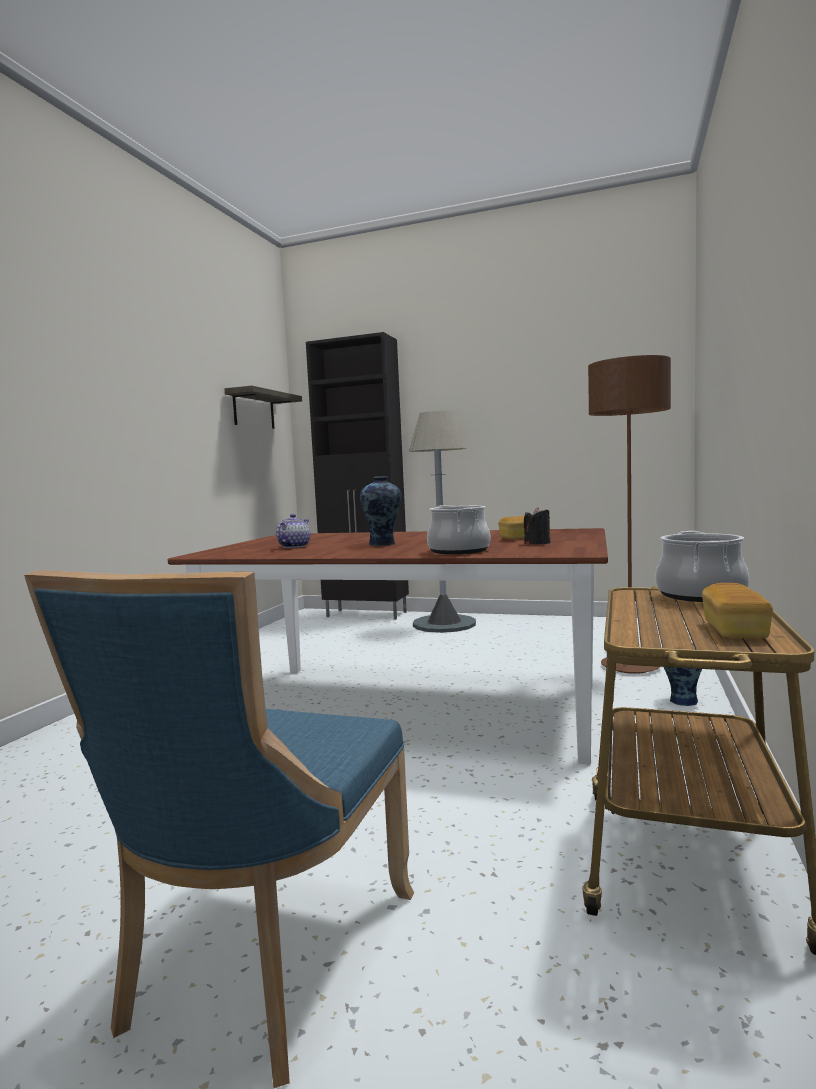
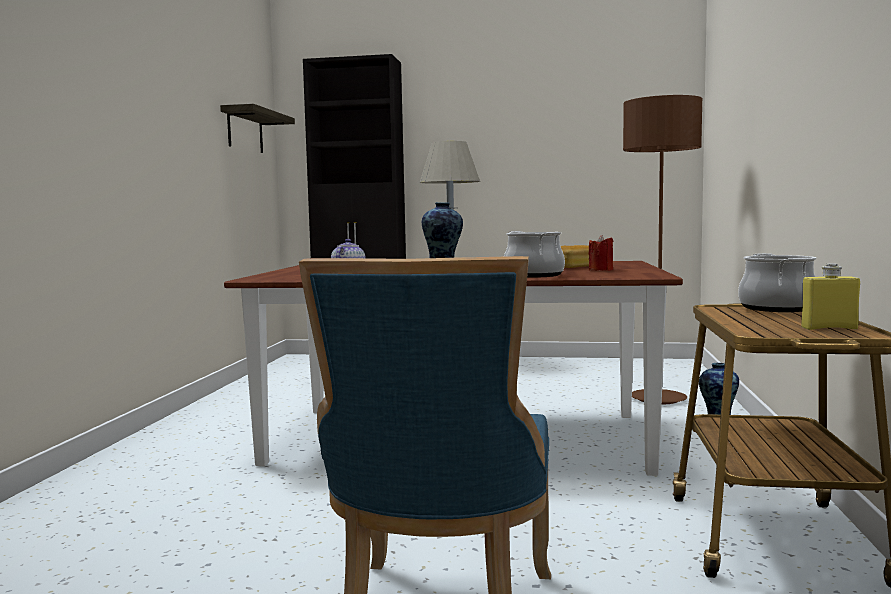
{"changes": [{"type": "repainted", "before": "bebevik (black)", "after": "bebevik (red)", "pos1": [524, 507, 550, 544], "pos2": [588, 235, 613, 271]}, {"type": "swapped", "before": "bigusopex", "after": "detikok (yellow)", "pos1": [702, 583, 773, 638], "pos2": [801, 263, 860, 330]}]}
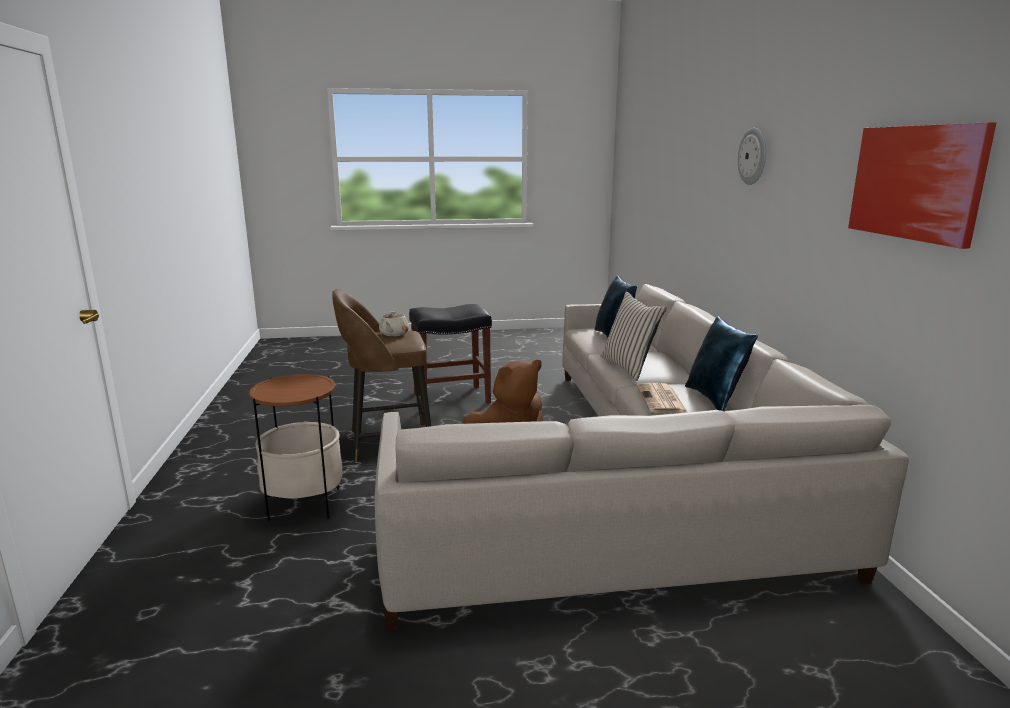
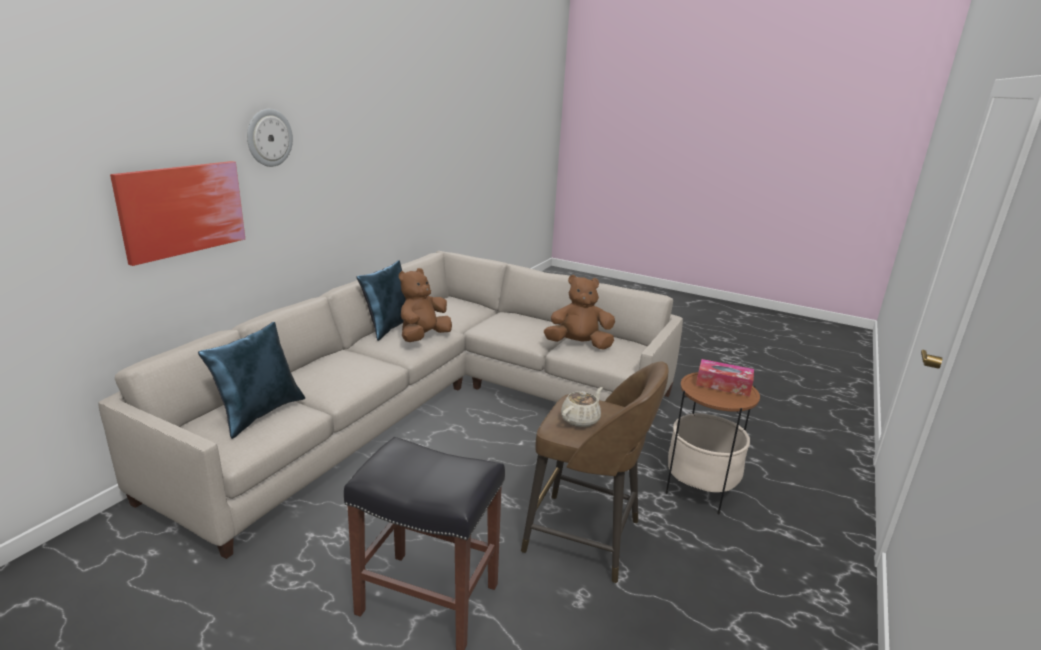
{"changes": [{"type": "shifted", "before": "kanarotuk", "pos1": [848, 122, 996, 249], "pos2": [110, 161, 245, 266]}, {"type": "swapped", "before": "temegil", "after": "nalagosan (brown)", "pos1": [636, 383, 688, 413], "pos2": [399, 268, 452, 342]}, {"type": "new", "after": "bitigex", "pos2": [696, 359, 754, 396]}, {"type": "gone", "before": "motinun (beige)", "pos1": [601, 292, 666, 381]}]}
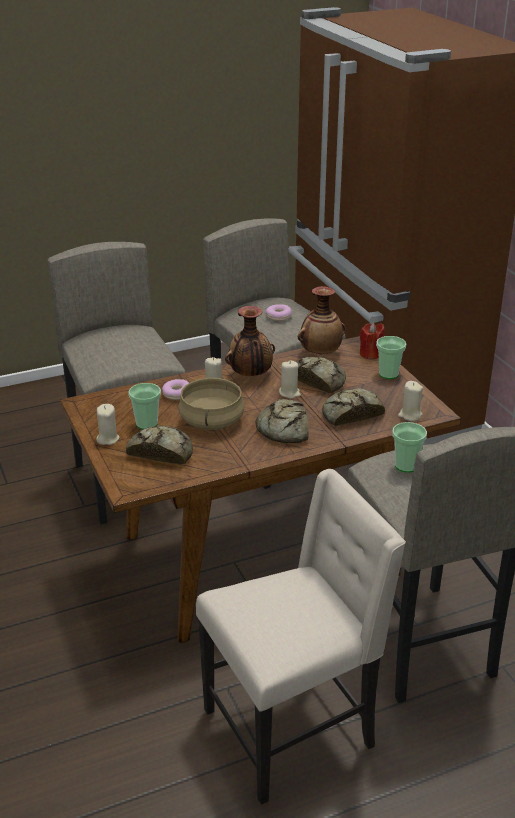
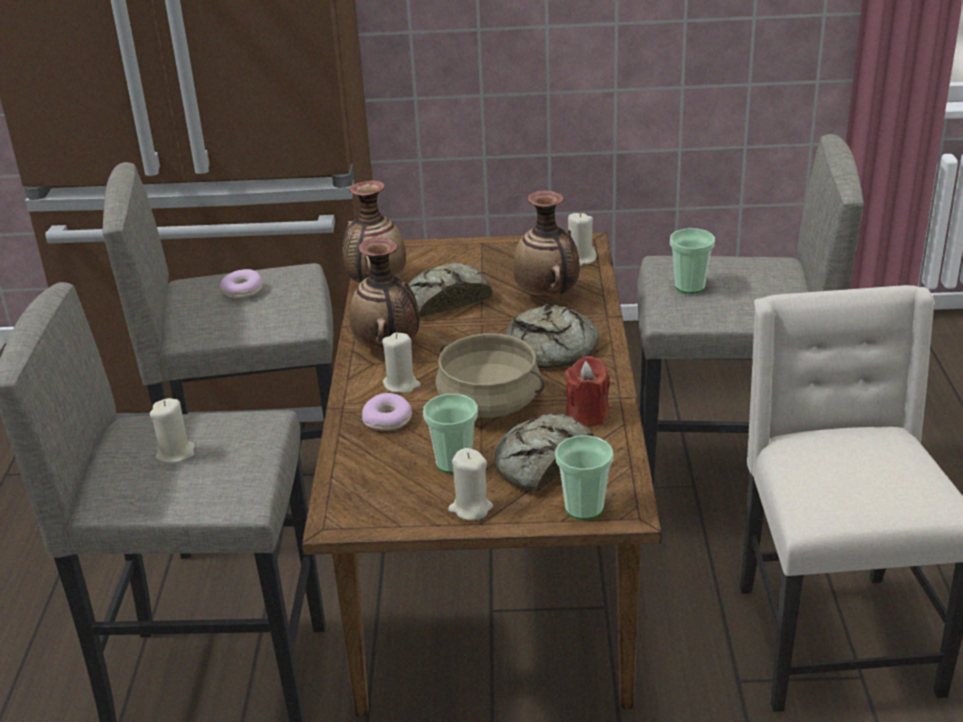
{"changes": [{"type": "shifted", "before": "bebevik (beige)", "pos1": [279, 360, 301, 399], "pos2": [150, 398, 195, 464]}, {"type": "swapped", "before": "bigusopex", "after": "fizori", "pos1": [322, 388, 385, 426], "pos2": [513, 191, 580, 297]}, {"type": "shifted", "before": "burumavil", "pos1": [376, 336, 406, 379], "pos2": [555, 435, 613, 520]}, {"type": "shifted", "before": "bebevik (red)", "pos1": [360, 323, 385, 359], "pos2": [565, 356, 610, 427]}]}
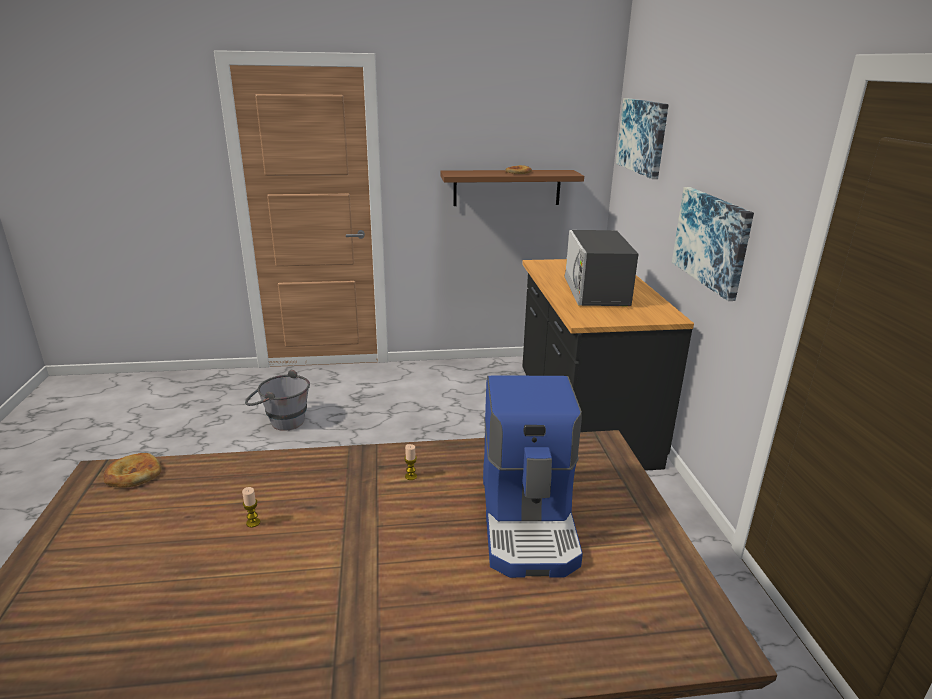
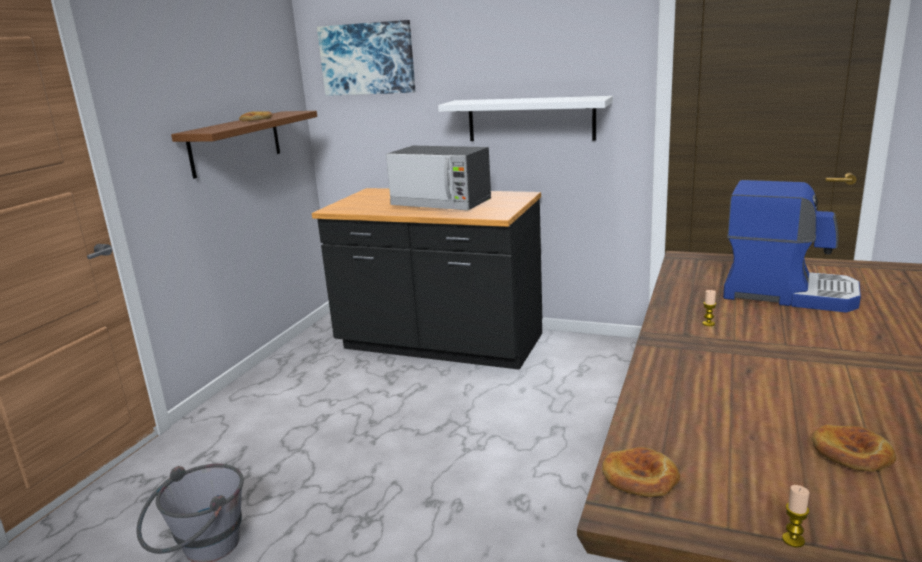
{"changes": [{"type": "swapped", "before": "kanarotuk", "after": "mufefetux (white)", "pos1": [672, 187, 754, 301], "pos2": [438, 96, 613, 141]}, {"type": "shifted", "before": "bebevik", "pos1": [242, 487, 260, 528], "pos2": [782, 485, 809, 548]}, {"type": "new", "after": "bigusopex", "pos2": [812, 425, 897, 472]}]}
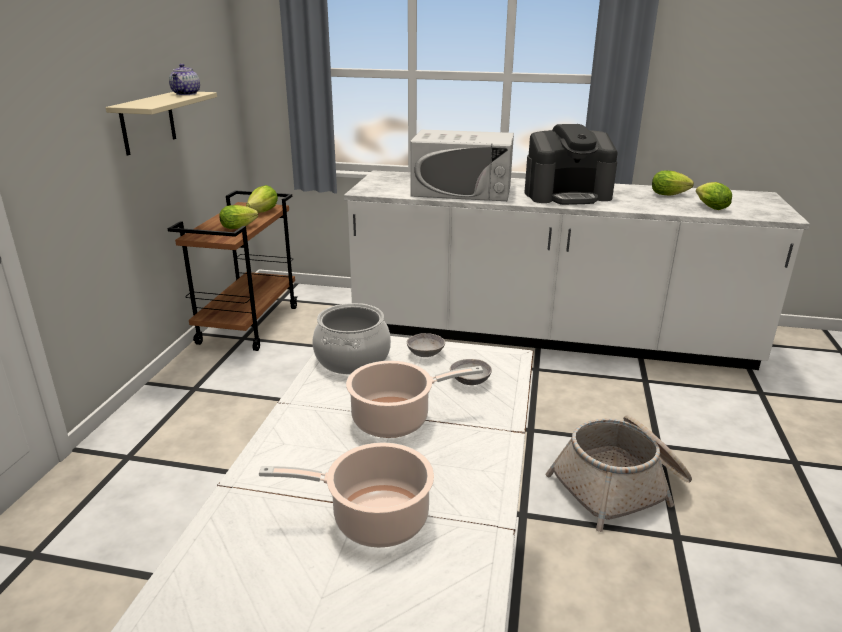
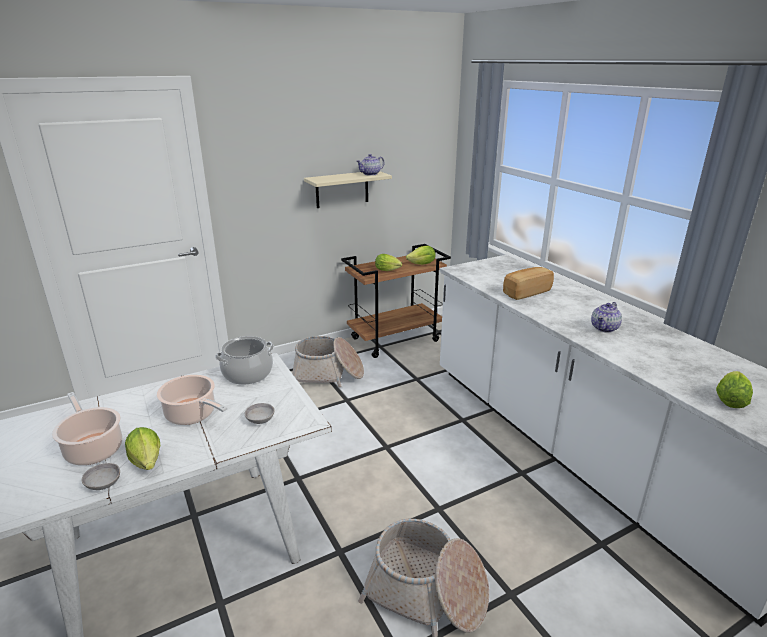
{"changes": [{"type": "shifted", "before": "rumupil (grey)", "pos1": [407, 333, 445, 357], "pos2": [82, 463, 120, 490]}, {"type": "shifted", "before": "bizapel", "pos1": [652, 170, 694, 196], "pos2": [125, 427, 160, 470]}, {"type": "new", "after": "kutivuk", "pos2": [292, 336, 364, 387]}, {"type": "swapped", "before": "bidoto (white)", "after": "bigusopex", "pos1": [410, 129, 514, 201], "pos2": [503, 267, 554, 300]}, {"type": "swapped", "before": "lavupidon", "after": "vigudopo", "pos1": [524, 124, 618, 205], "pos2": [591, 302, 622, 333]}]}
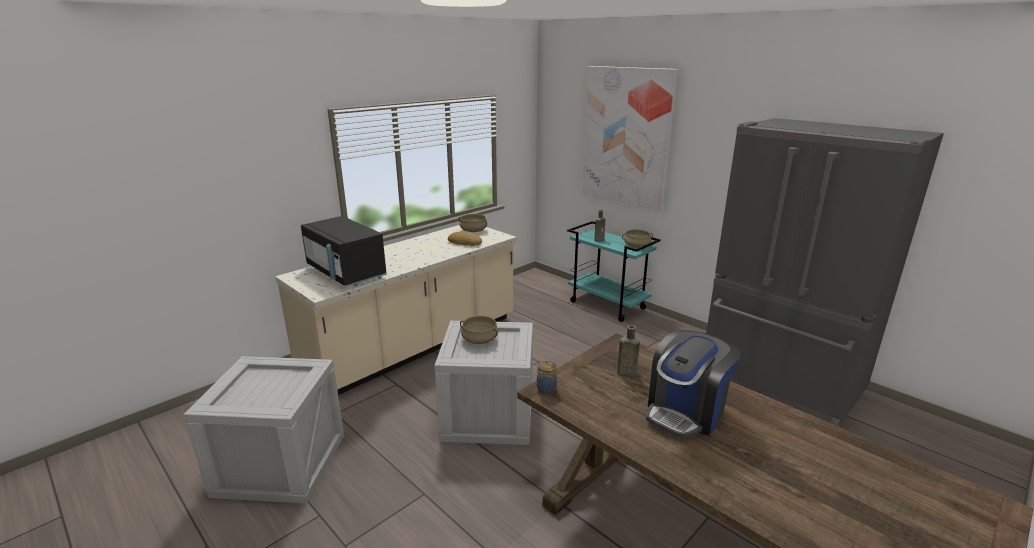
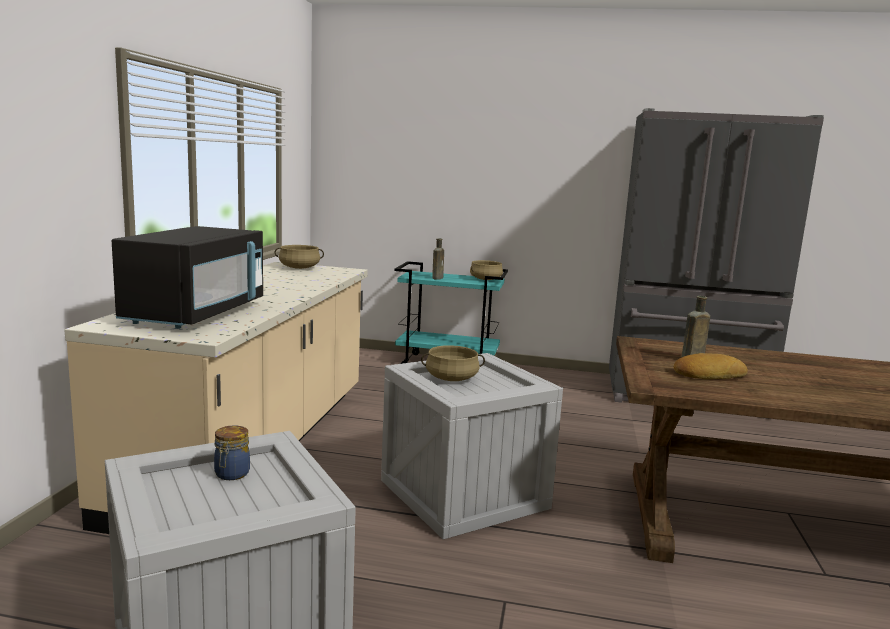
{"changes": [{"type": "rotated", "before": "bidoto (black)", "pos1": [301, 216, 387, 286], "pos2": [112, 226, 263, 329], "turn": -90}, {"type": "shifted", "before": "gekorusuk", "pos1": [537, 361, 557, 393], "pos2": [214, 425, 250, 480]}, {"type": "shifted", "before": "bigusopex", "pos1": [448, 232, 482, 246], "pos2": [674, 353, 748, 379]}, {"type": "gone", "before": "kanarotuk", "pos1": [582, 66, 678, 211]}, {"type": "gone", "before": "lavupidon", "pos1": [646, 330, 741, 439]}]}
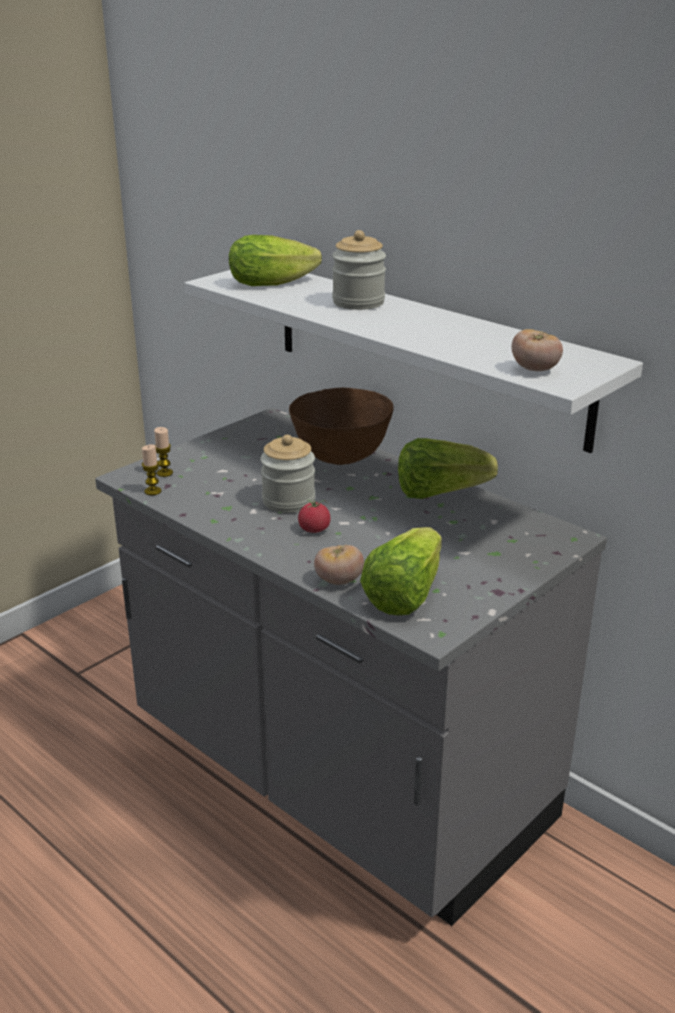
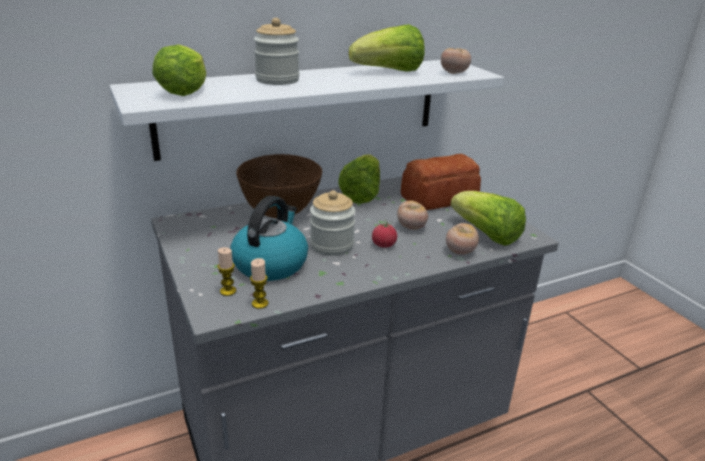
{"changes": [{"type": "new", "after": "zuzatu", "pos2": [230, 196, 308, 281]}, {"type": "new", "after": "bizapel", "pos2": [349, 24, 425, 72]}, {"type": "new", "after": "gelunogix", "pos2": [397, 200, 428, 230]}, {"type": "new", "after": "bigusopex", "pos2": [401, 154, 481, 210]}]}
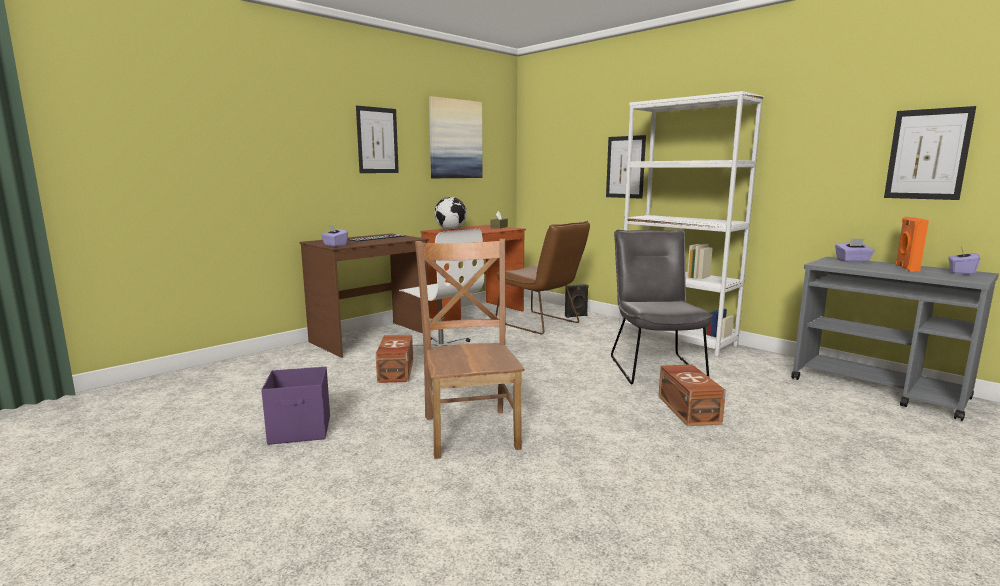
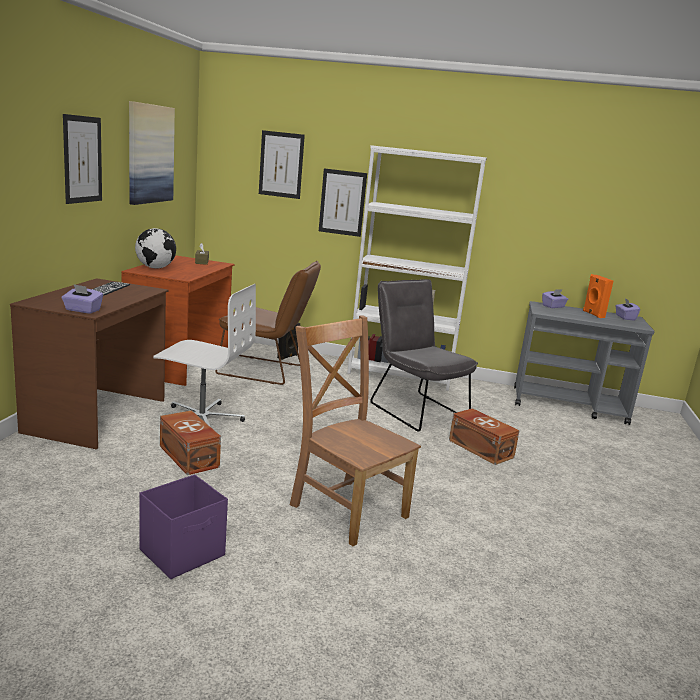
{"changes": [{"type": "shifted", "before": "kanarotuk", "pos1": [884, 106, 976, 200], "pos2": [259, 130, 305, 199]}]}
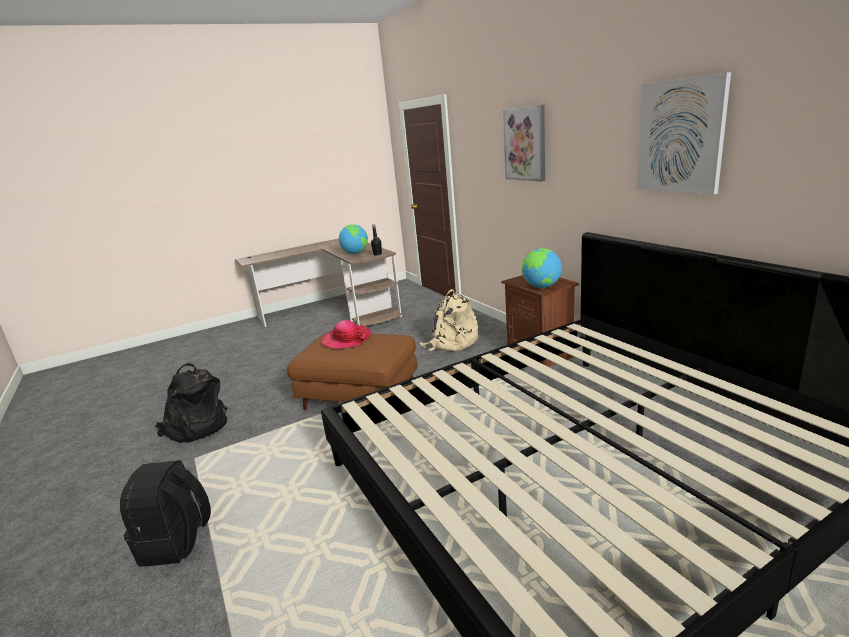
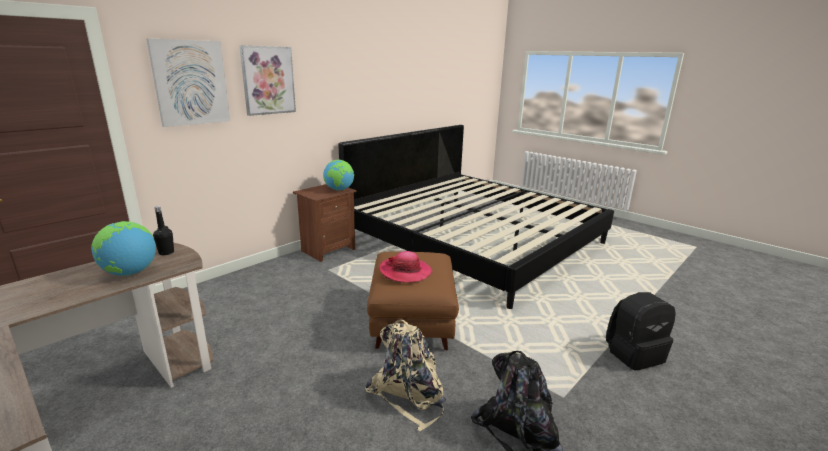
{"changes": [{"type": "shifted", "before": "kanarotuk", "pos1": [637, 72, 731, 195], "pos2": [146, 38, 230, 127]}, {"type": "shifted", "before": "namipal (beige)", "pos1": [419, 289, 478, 351], "pos2": [365, 320, 446, 432]}]}
